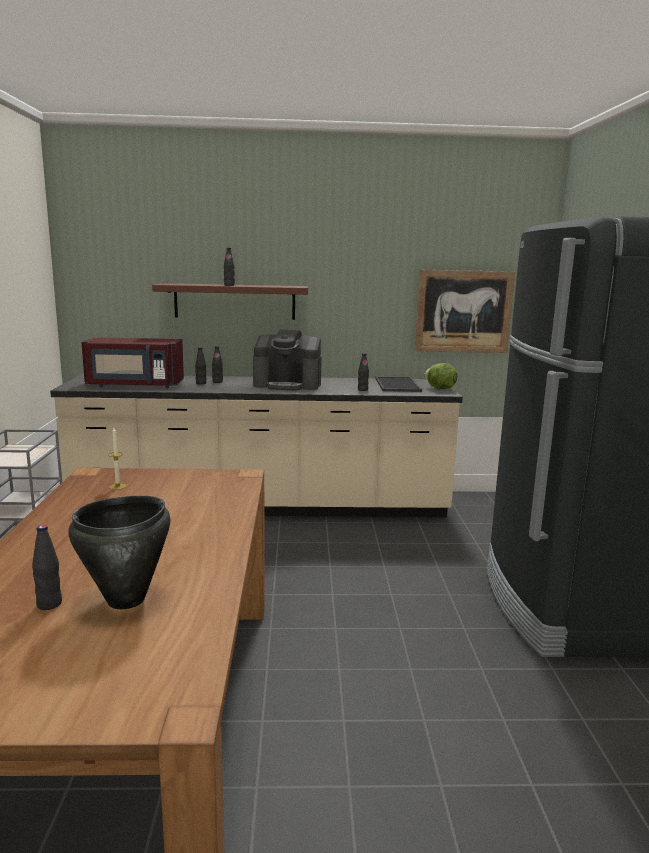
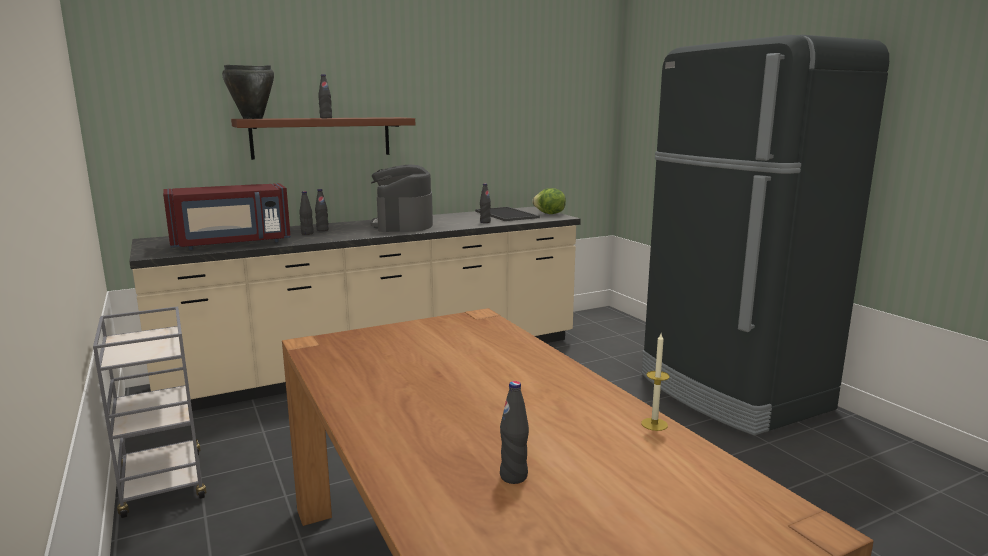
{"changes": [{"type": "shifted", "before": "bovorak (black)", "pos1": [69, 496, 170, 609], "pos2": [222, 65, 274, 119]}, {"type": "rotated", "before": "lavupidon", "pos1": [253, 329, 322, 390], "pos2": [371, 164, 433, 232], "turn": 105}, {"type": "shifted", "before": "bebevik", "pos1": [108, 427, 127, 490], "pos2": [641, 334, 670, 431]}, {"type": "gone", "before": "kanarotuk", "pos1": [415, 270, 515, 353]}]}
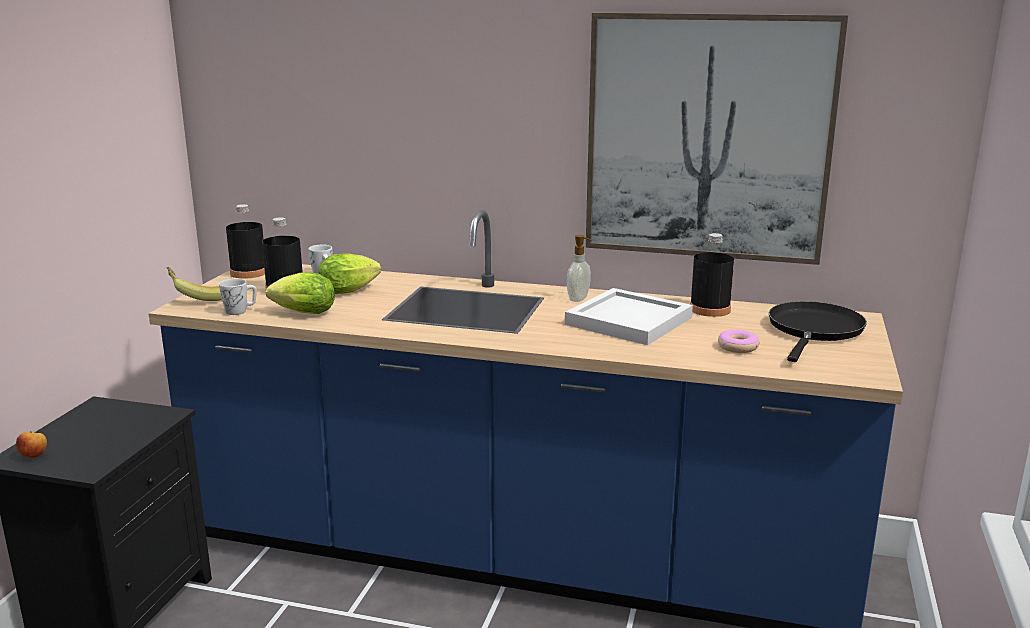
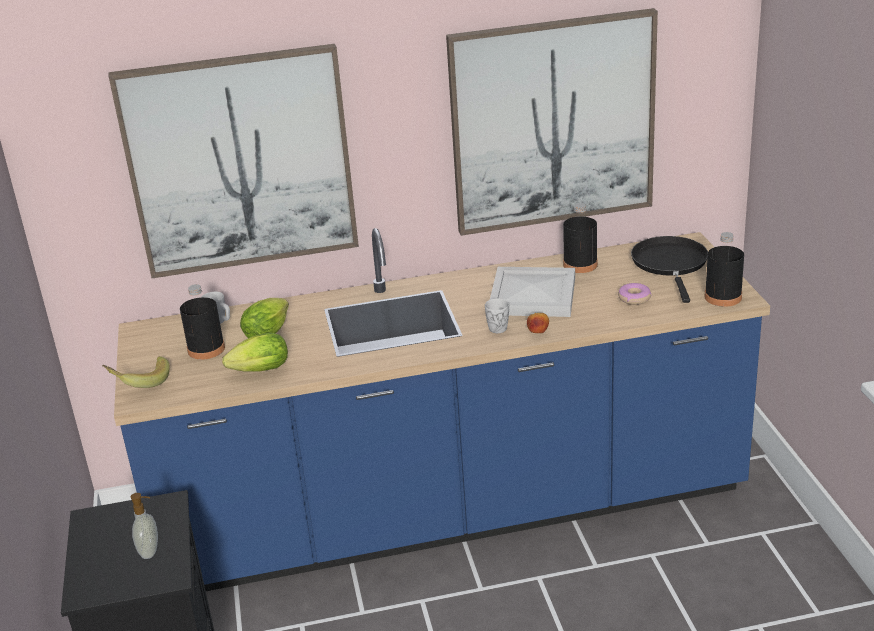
{"changes": [{"type": "new", "after": "kanarotuk", "pos2": [108, 44, 359, 278]}, {"type": "shifted", "before": "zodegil", "pos1": [567, 235, 592, 302], "pos2": [131, 493, 158, 559]}, {"type": "shifted", "before": "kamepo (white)", "pos1": [219, 279, 257, 315], "pos2": [485, 298, 510, 333]}, {"type": "shifted", "before": "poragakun", "pos1": [16, 431, 47, 458], "pos2": [527, 313, 549, 334]}, {"type": "shifted", "before": "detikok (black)", "pos1": [226, 204, 265, 279], "pos2": [705, 232, 744, 307]}]}
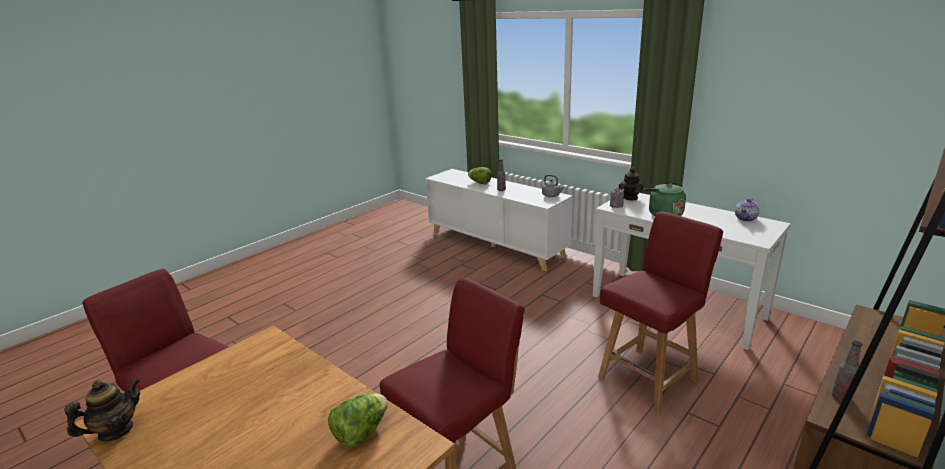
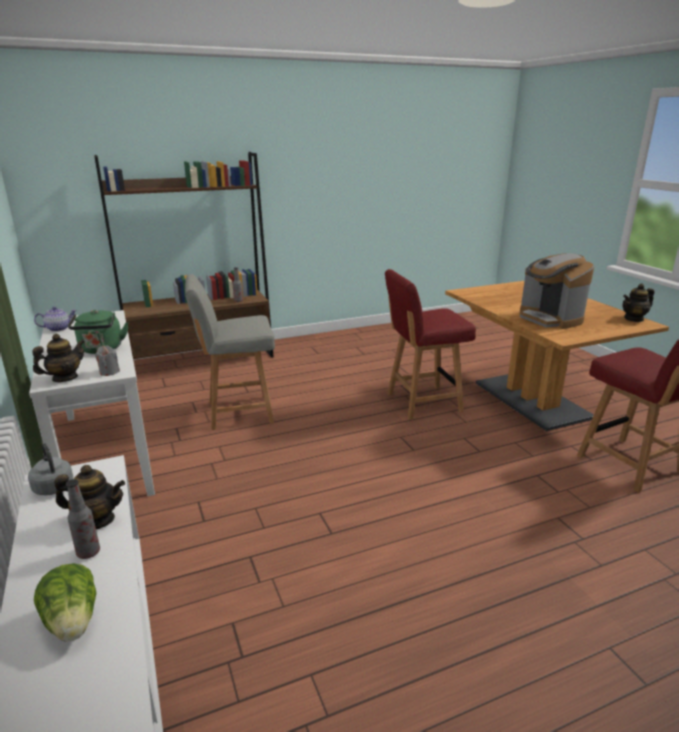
{"changes": [{"type": "new", "after": "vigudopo", "pos2": [54, 465, 125, 529]}, {"type": "repainted", "before": "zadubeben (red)", "after": "zadubeben (grey)", "pos1": [598, 211, 723, 414], "pos2": [185, 274, 275, 430]}, {"type": "new", "after": "lavupidon", "pos2": [520, 253, 594, 329]}, {"type": "gone", "before": "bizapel", "pos1": [328, 393, 388, 447]}]}
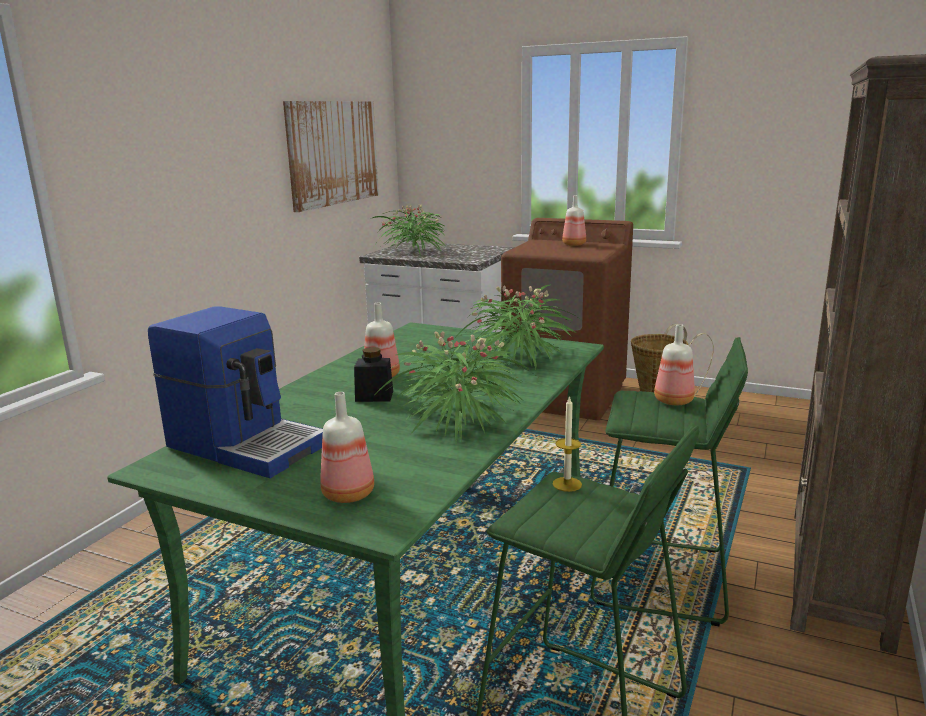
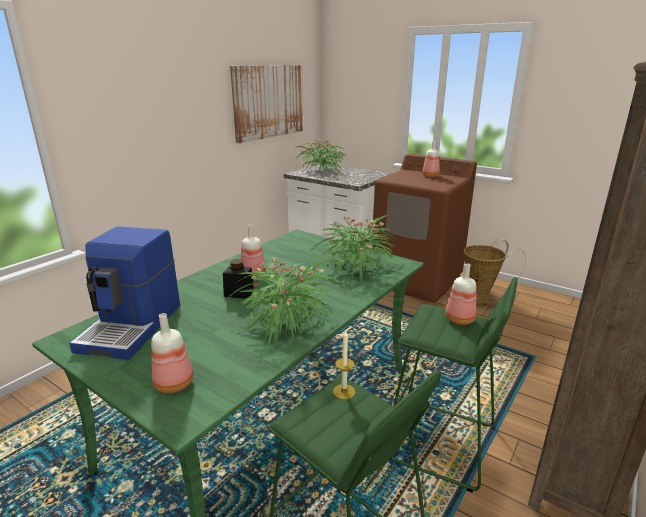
{"changes": [{"type": "rotated", "before": "lavupidon", "pos1": [148, 306, 323, 478], "pos2": [69, 226, 180, 360], "turn": 60}]}
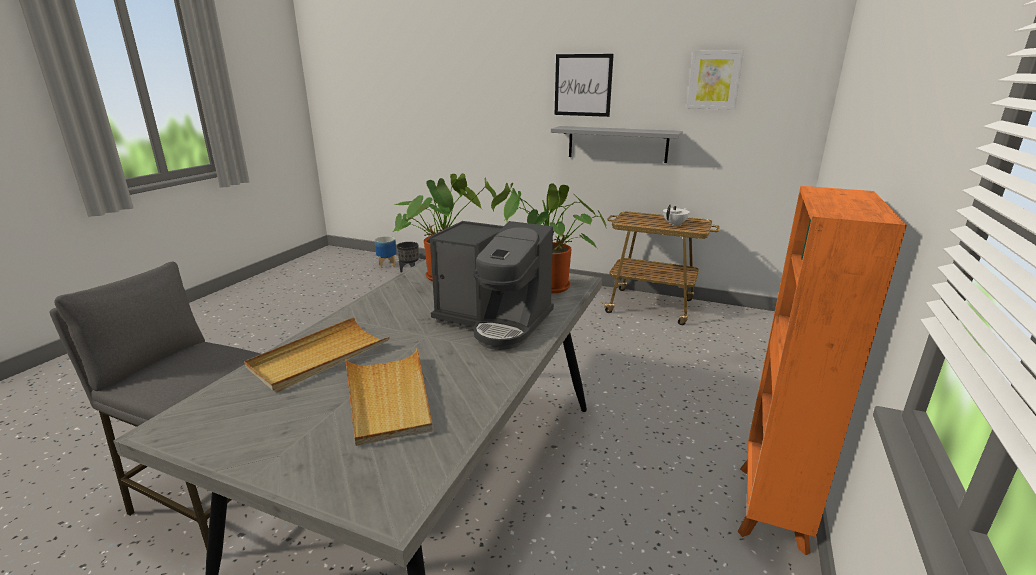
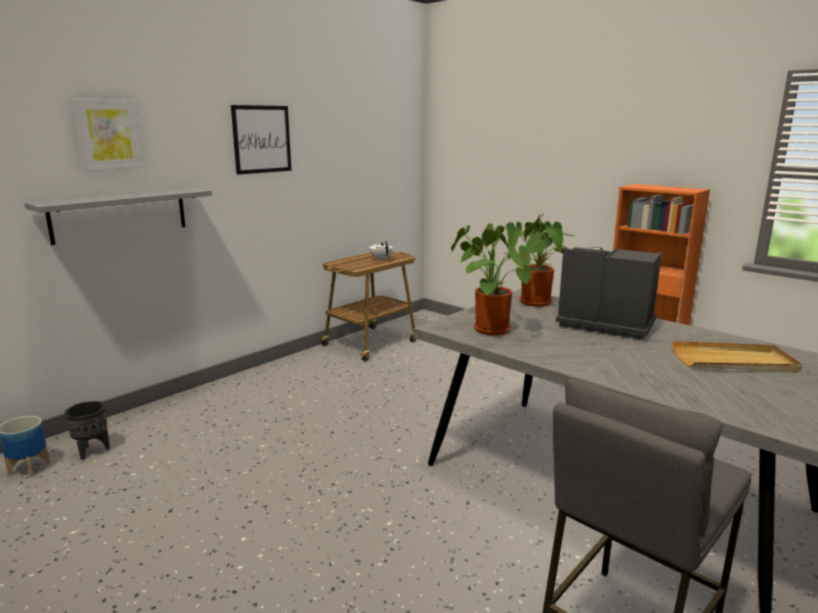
{"changes": [{"type": "shifted", "before": "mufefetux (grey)", "pos1": [551, 126, 683, 163], "pos2": [25, 188, 212, 245]}, {"type": "shifted", "before": "kanarotuk", "pos1": [687, 50, 744, 110], "pos2": [72, 99, 144, 171]}, {"type": "rotated", "before": "lavupidon", "pos1": [430, 221, 554, 350], "pos2": [556, 247, 662, 340], "turn": -105}, {"type": "gone", "before": "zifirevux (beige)", "pos1": [244, 317, 390, 392]}]}
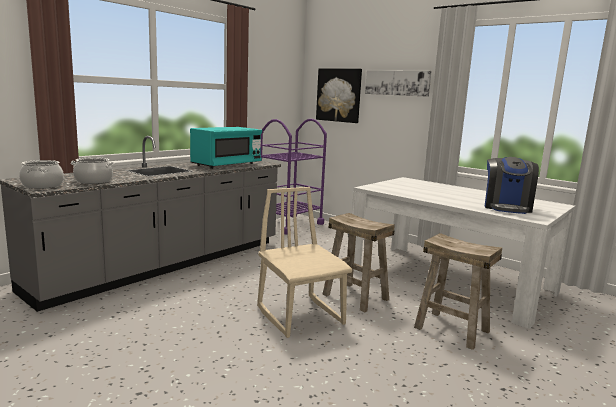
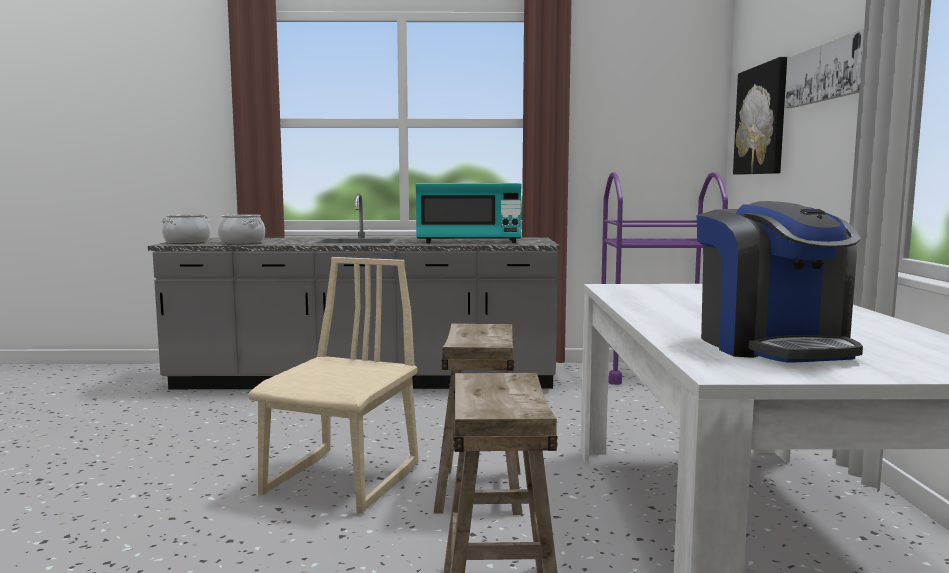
{"changes": [{"type": "rotated", "before": "lavupidon", "pos1": [485, 157, 539, 214], "pos2": [697, 201, 863, 363], "turn": -75}]}
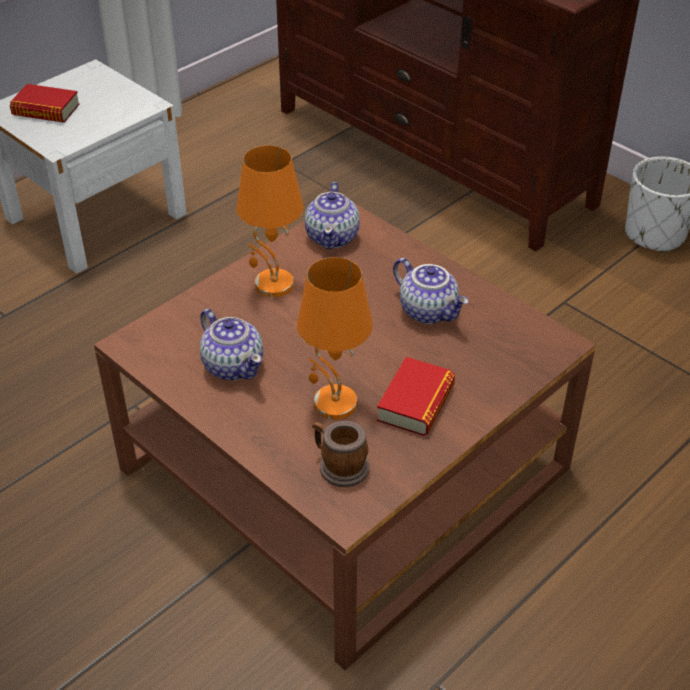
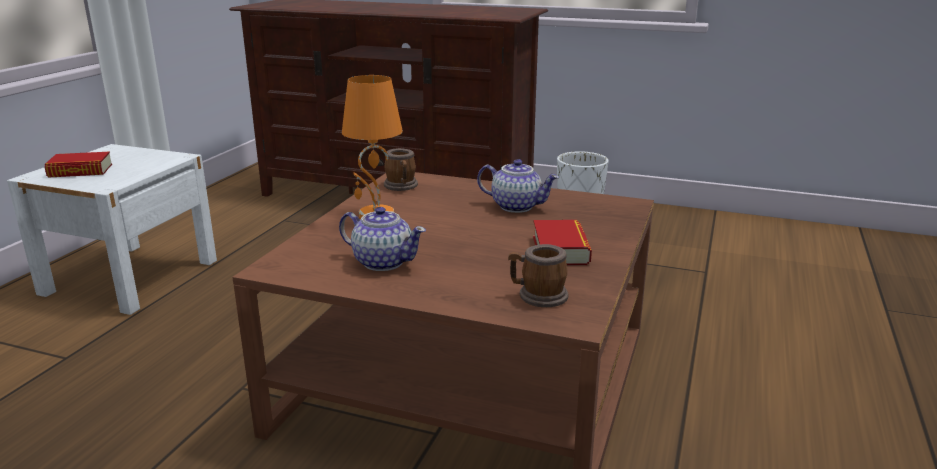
{"changes": [{"type": "swapped", "before": "vigudopo", "after": "kamepo", "pos1": [305, 182, 360, 249], "pos2": [384, 148, 418, 191]}, {"type": "gone", "before": "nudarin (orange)", "pos1": [297, 257, 373, 420]}]}
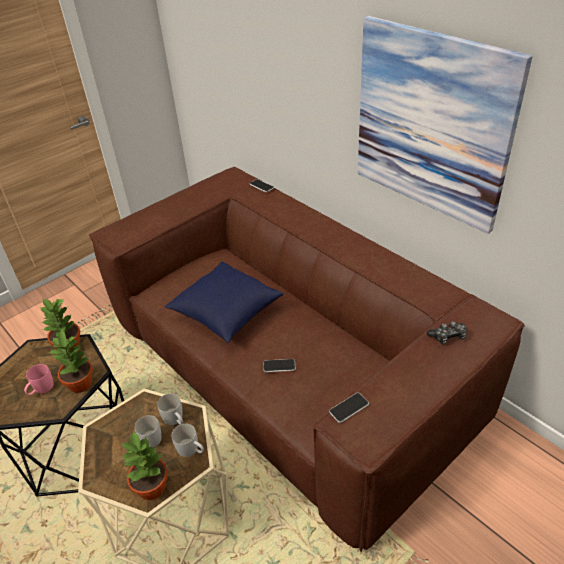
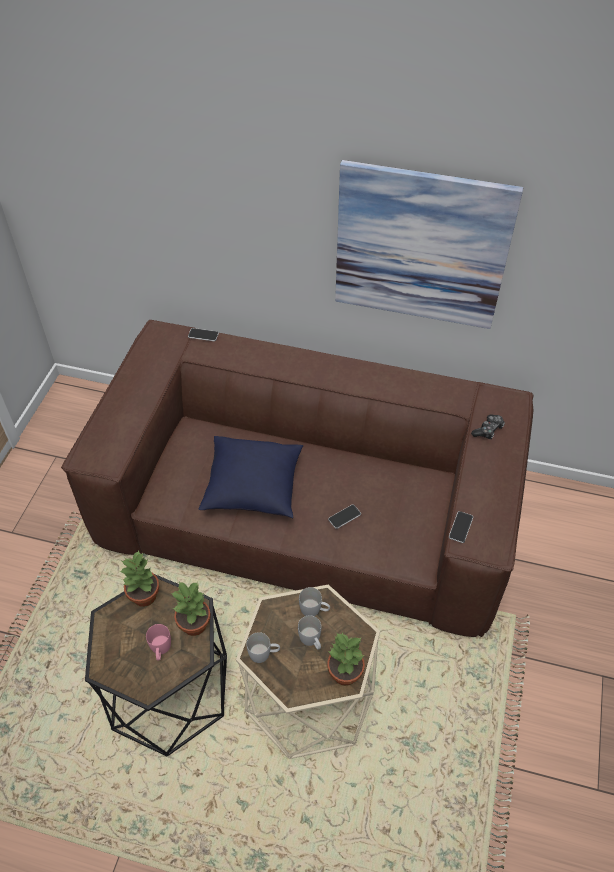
{"changes": [{"type": "shifted", "before": "kamepo (white)", "pos1": [171, 424, 204, 457], "pos2": [246, 632, 280, 663]}]}
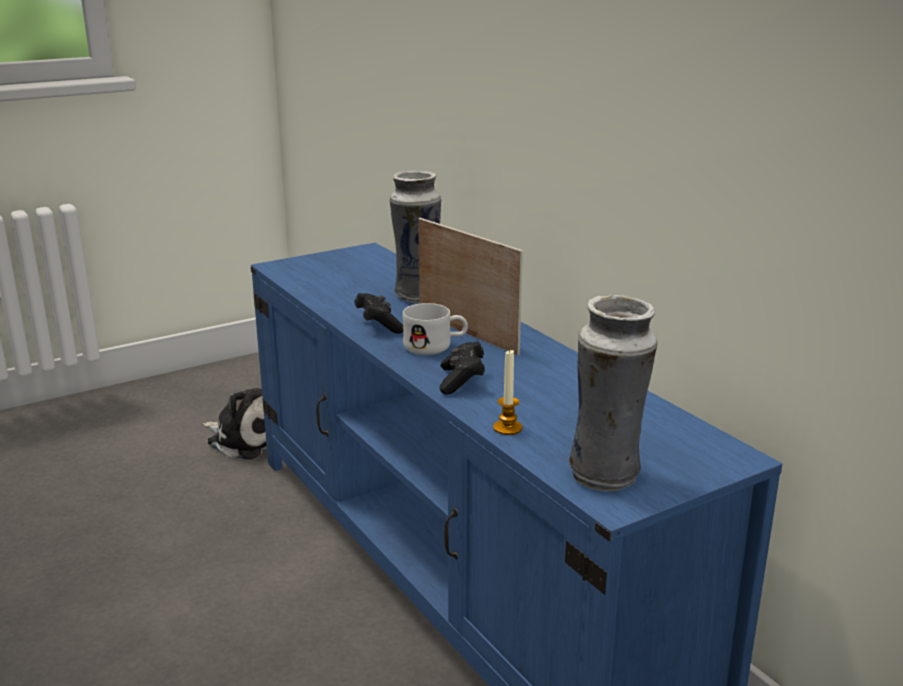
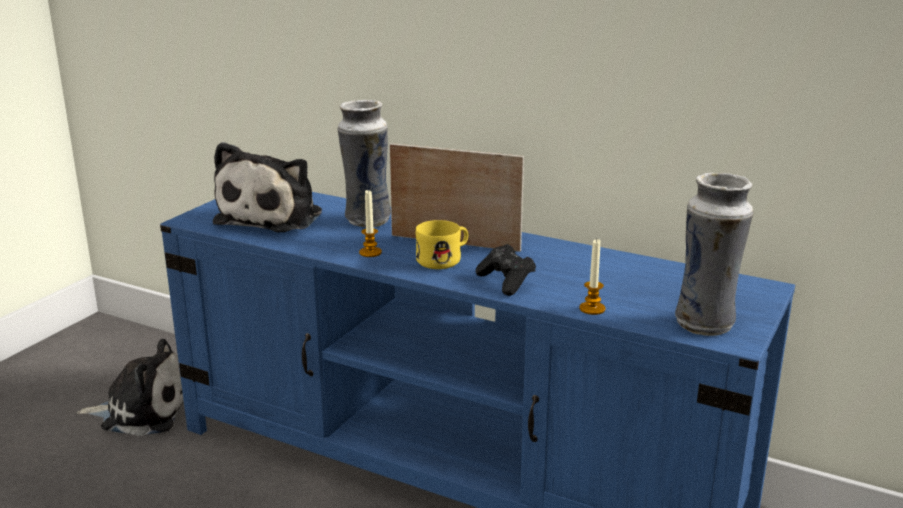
{"changes": [{"type": "new", "after": "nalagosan", "pos2": [213, 142, 322, 232]}, {"type": "swapped", "before": "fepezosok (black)", "after": "bebevik", "pos1": [354, 293, 403, 334], "pos2": [359, 189, 382, 257]}, {"type": "repainted", "before": "kamepo (white)", "after": "kamepo (yellow)", "pos1": [403, 303, 468, 355], "pos2": [416, 220, 468, 269]}]}
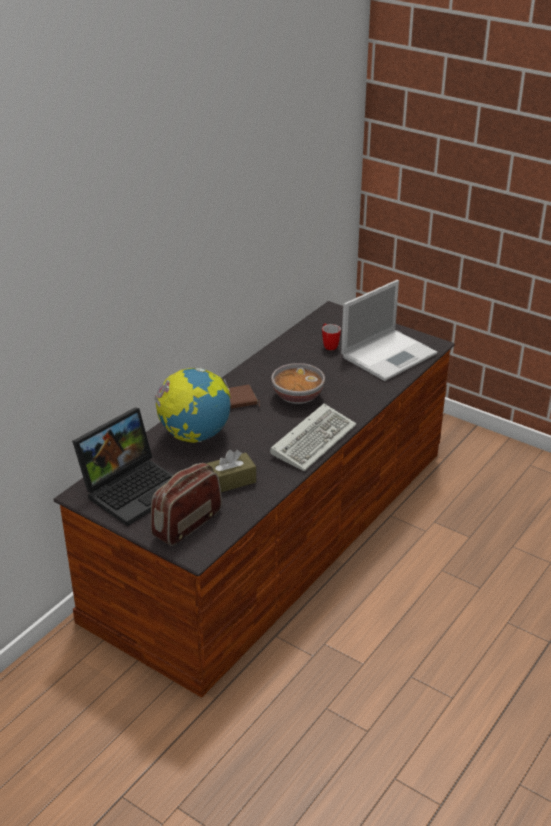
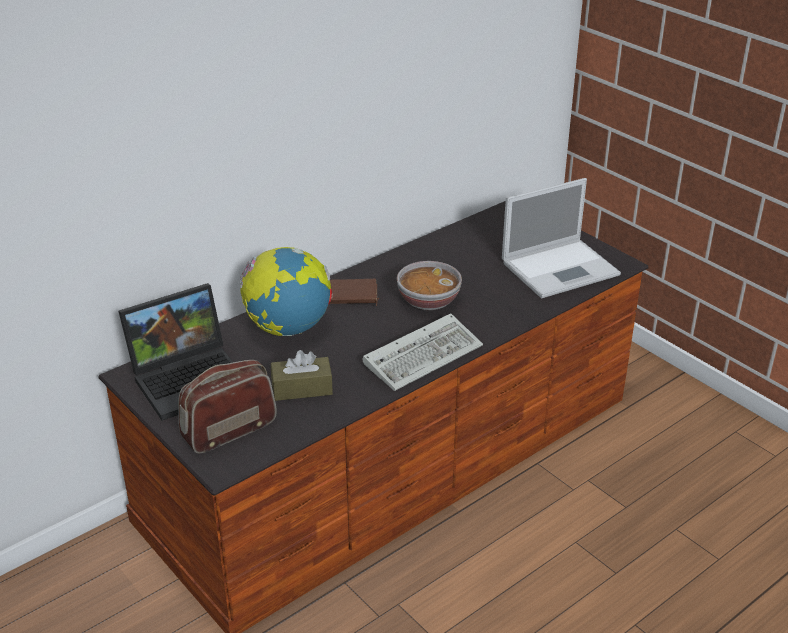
{"changes": [{"type": "gone", "before": "kamepo", "pos1": [322, 324, 341, 350]}]}
